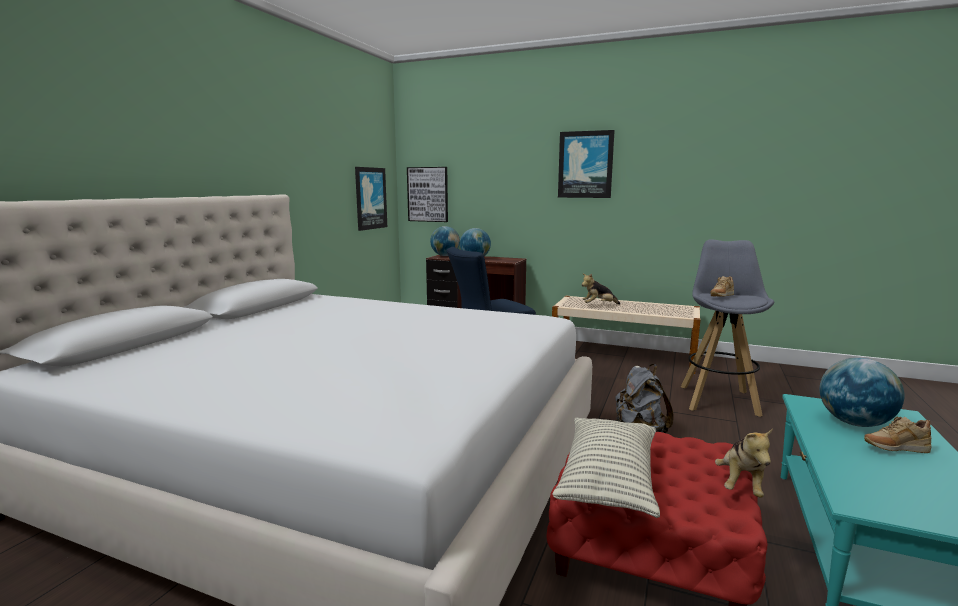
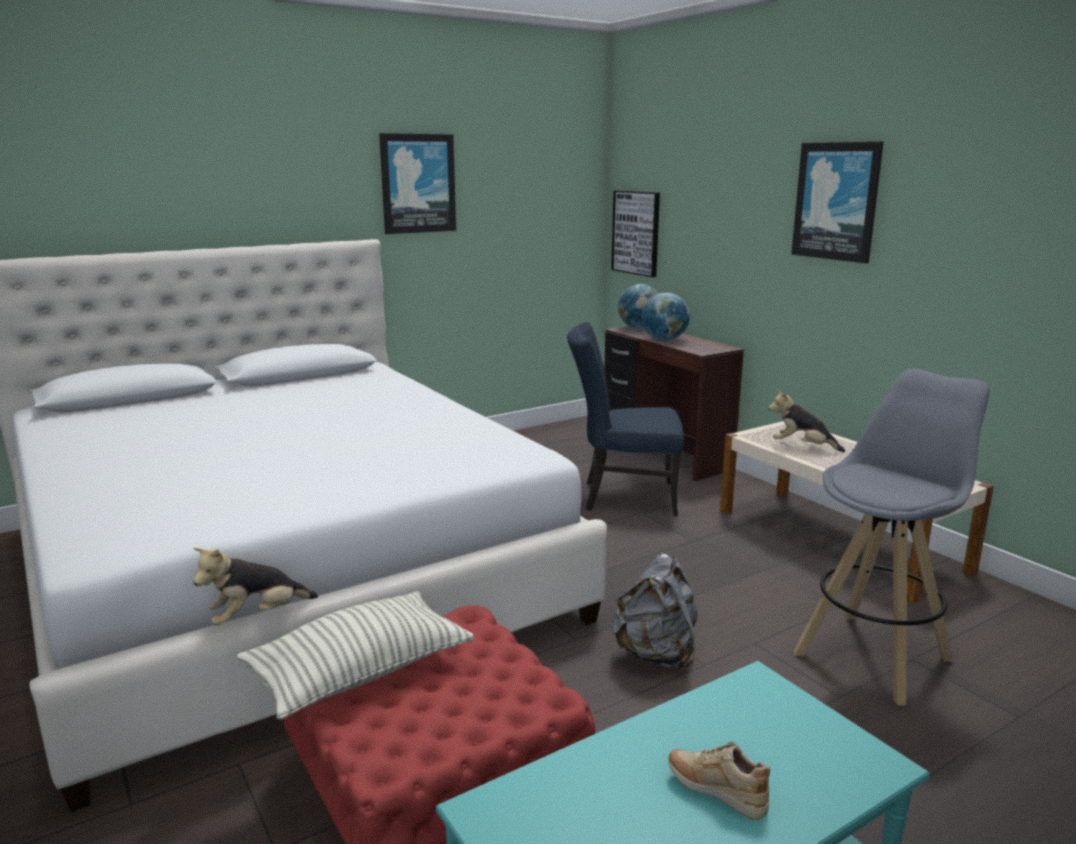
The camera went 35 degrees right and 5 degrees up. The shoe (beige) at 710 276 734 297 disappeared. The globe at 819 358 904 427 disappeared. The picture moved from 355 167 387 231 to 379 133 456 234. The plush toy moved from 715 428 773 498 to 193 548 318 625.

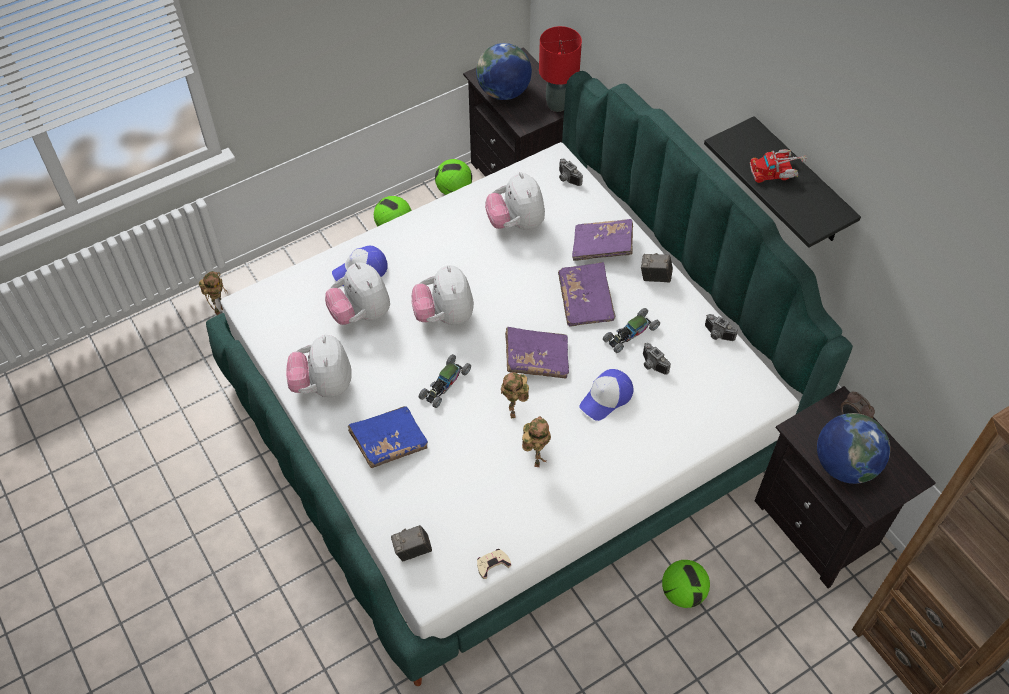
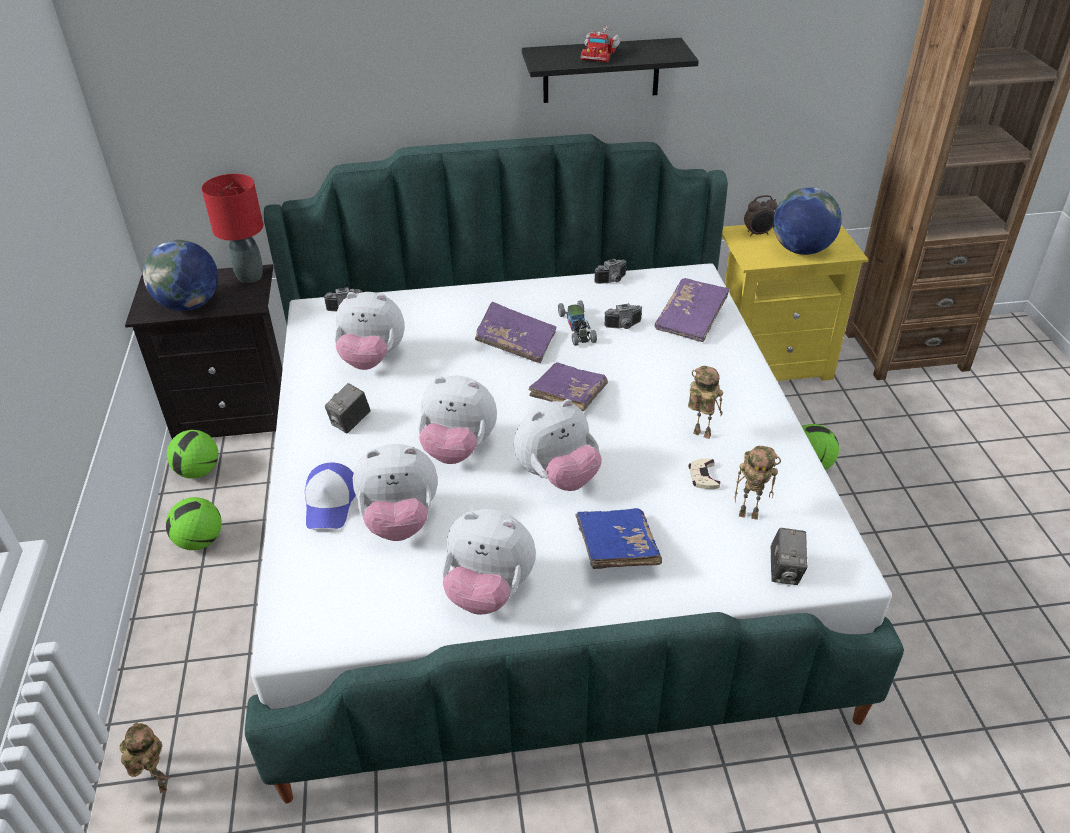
The camera went 65 degrees left and 15 degrees down. The cap at 579 369 634 421 disappeared. The game controller (beige) moved from 477 549 511 579 to 689 458 720 489. The toy robot moved from 501 372 529 418 to 734 446 781 520. The book (purple) moved from 572 219 633 261 to 654 278 730 342. The photo camera moved from 641 253 673 283 to 325 383 371 433. The toy car at 419 354 471 408 was replaced by the plush toy at 514 399 602 491. The nightstand (black) at 755 386 936 588 became the nightstand (yellow) at 722 225 869 381.

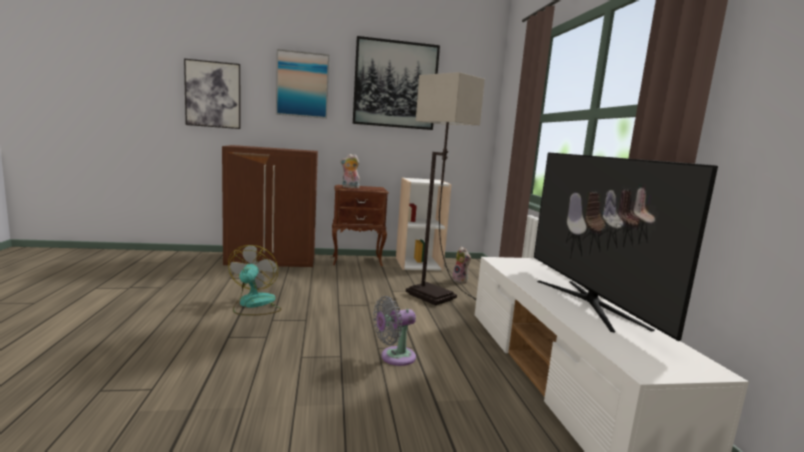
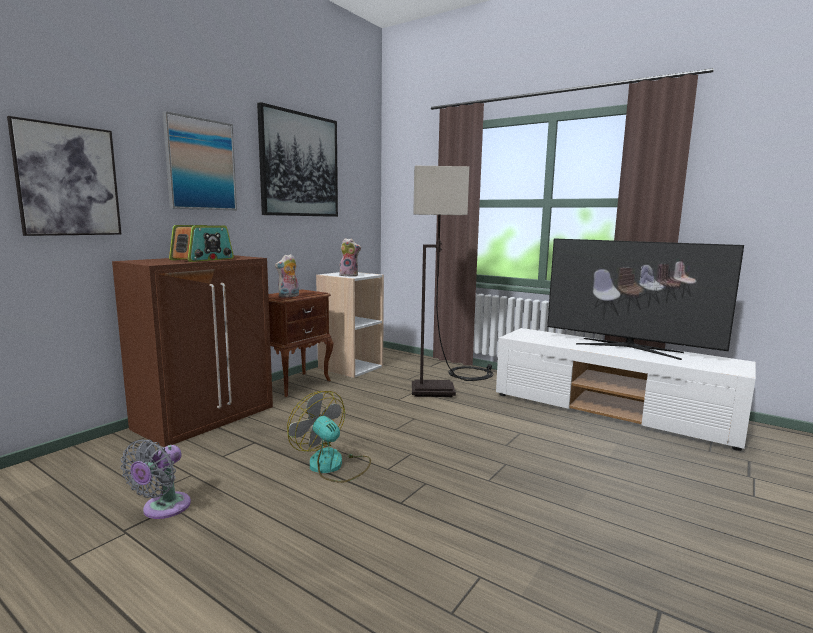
The camera went 45 degrees left and 0 degrees up. The radio at 169 225 234 262 appeared. The fan (grey) moved from 373 296 416 366 to 121 439 191 519. The plush toy moved from 452 246 471 283 to 338 238 361 277.

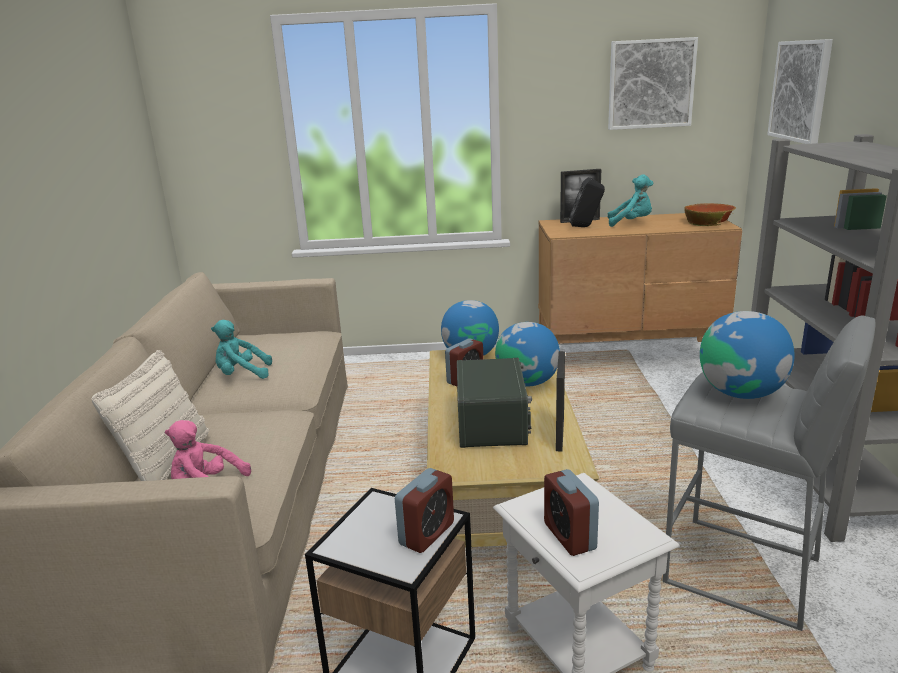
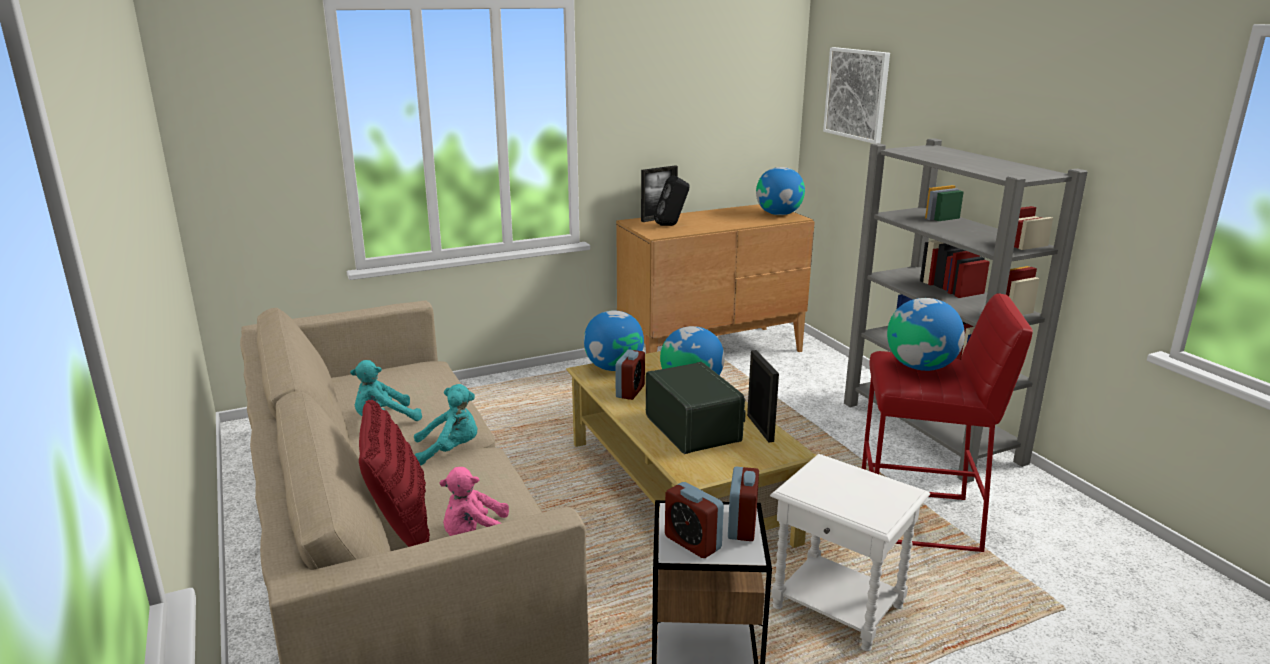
The camera went 25 degrees left and 0 degrees up. The picture at 608 37 698 130 disappeared. The alarm clock moved from 544 469 599 556 to 665 482 724 558. The plush toy (turquoise) moved from 608 174 653 227 to 414 384 477 466. The bowl at 684 203 736 226 was replaced by the globe at 756 167 805 215. The pillow (beige) at 91 350 209 481 became the pillow (red) at 359 400 430 547. The stool (grey) at 663 315 876 631 became the stool (red) at 862 293 1033 552.

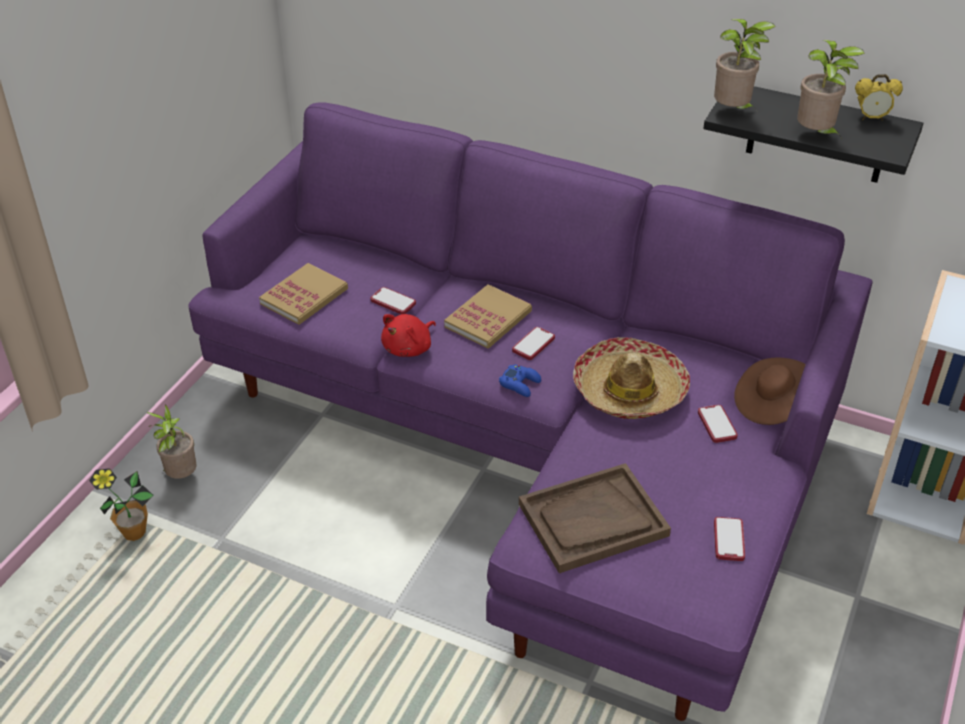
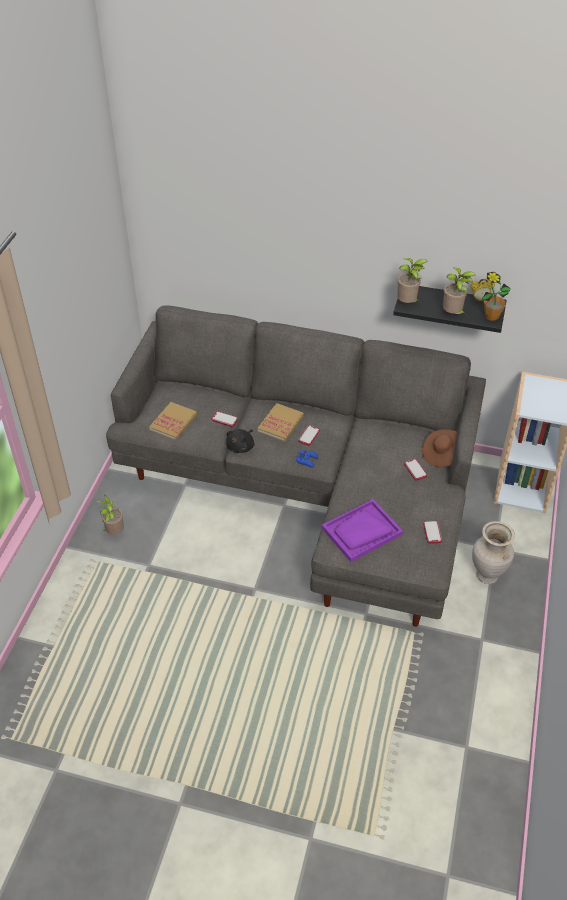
The camera went 10 degrees left and 5 degrees up. The hat at 573 337 690 419 disappeared. The vase (beige) at 472 521 515 584 appeared. The potted plant moved from 89 468 154 541 to 482 272 511 320. The sofa (purple) at 188 103 873 721 became the sofa (grey) at 106 305 486 627. The plush toy (red) at 381 314 436 357 became the plush toy (black) at 226 429 254 453. The tray (brown) at 519 463 671 573 became the tray (purple) at 322 499 403 562.

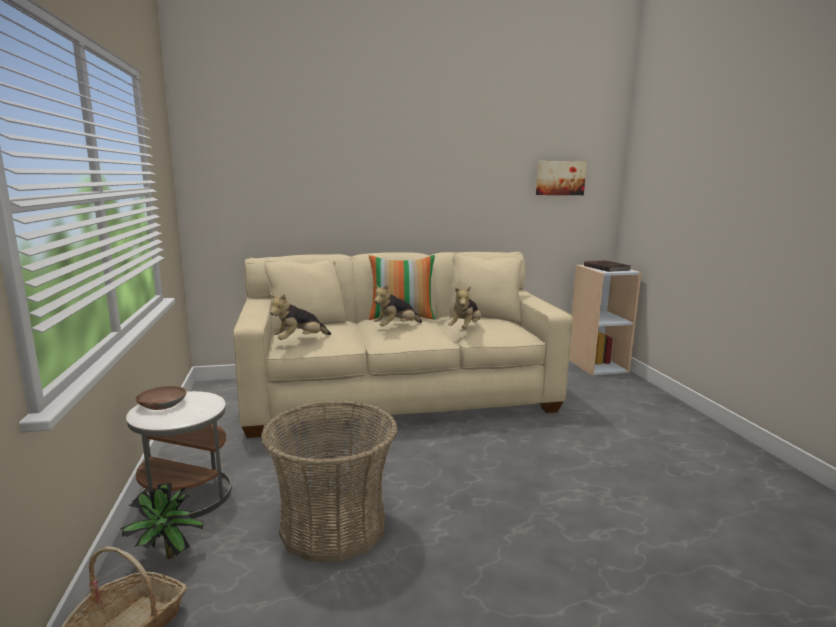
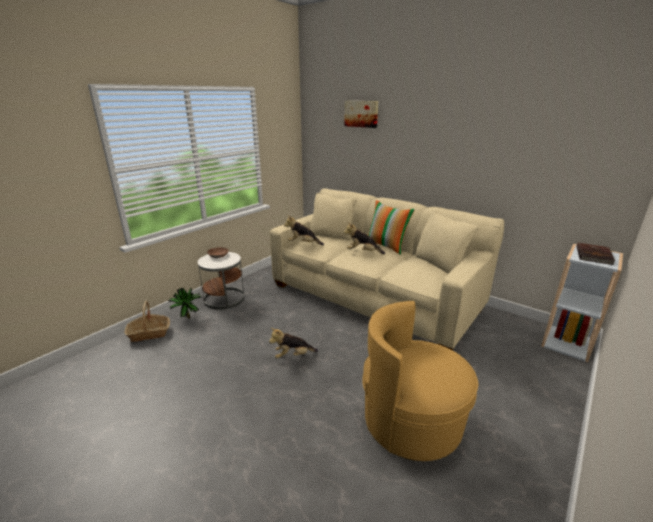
The camera went 50 degrees right and 10 degrees up. The basket at 261 400 398 562 disappeared. The armchair (beige) at 362 301 479 461 appeared. The plush toy moved from 448 286 481 329 to 269 328 318 358. The picture moved from 536 161 587 195 to 344 101 378 128.

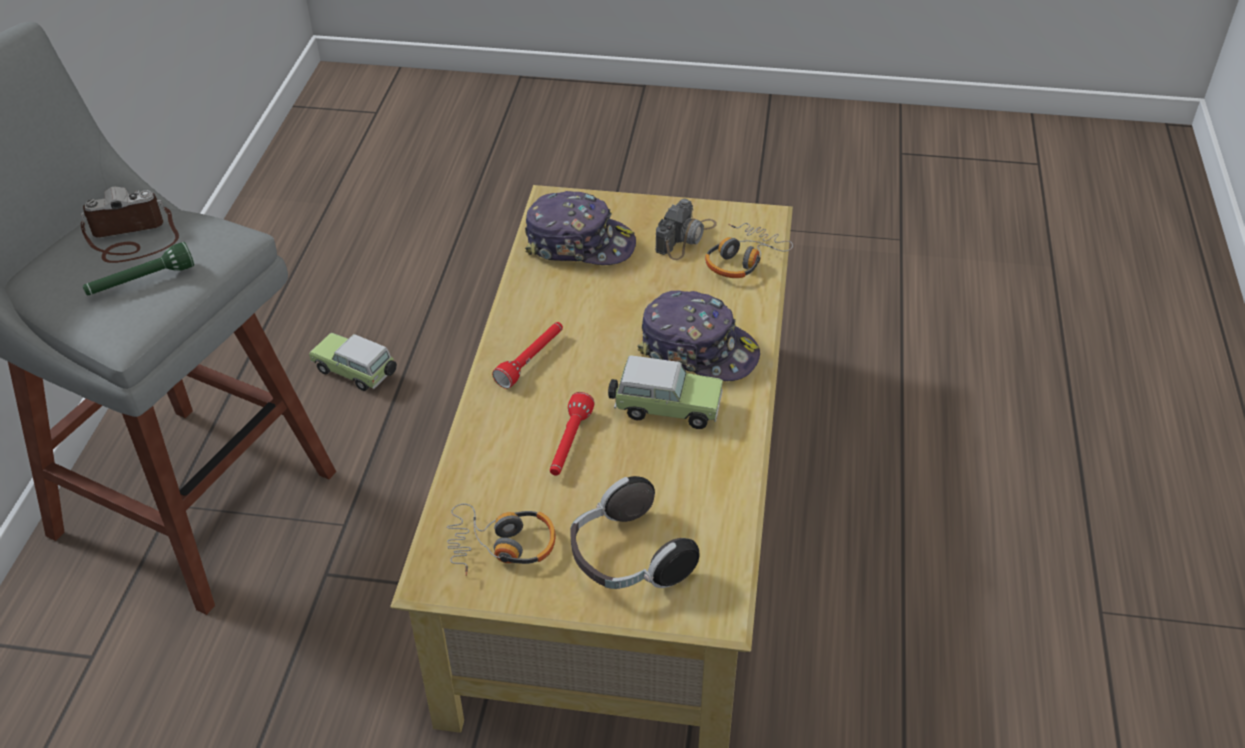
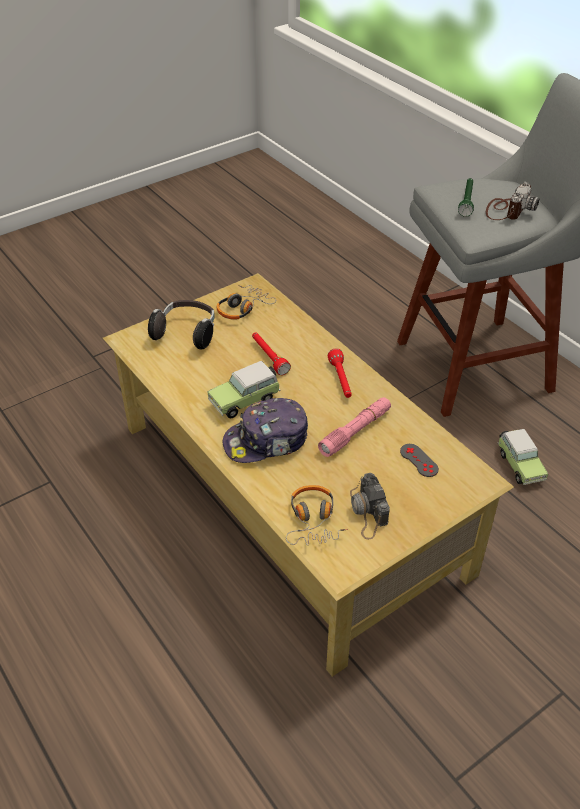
The camera went 135 degrees right and 0 degrees up. The flashlight (pink) at 318 397 391 457 appeared. The cap at 525 191 636 265 was replaced by the game controller (grey) at 400 444 439 477. The toy car at 309 333 397 391 turned 90 degrees clockwise.

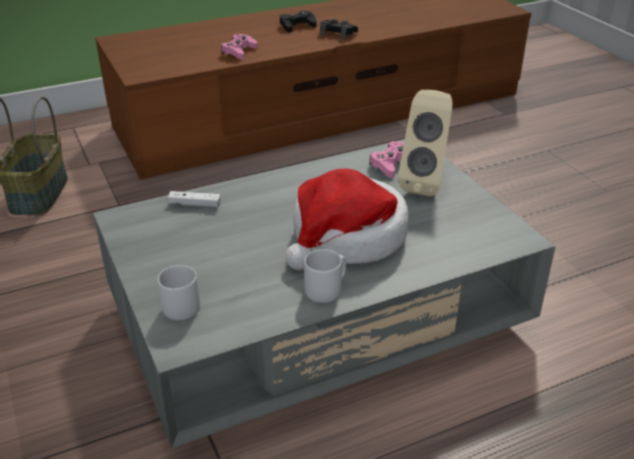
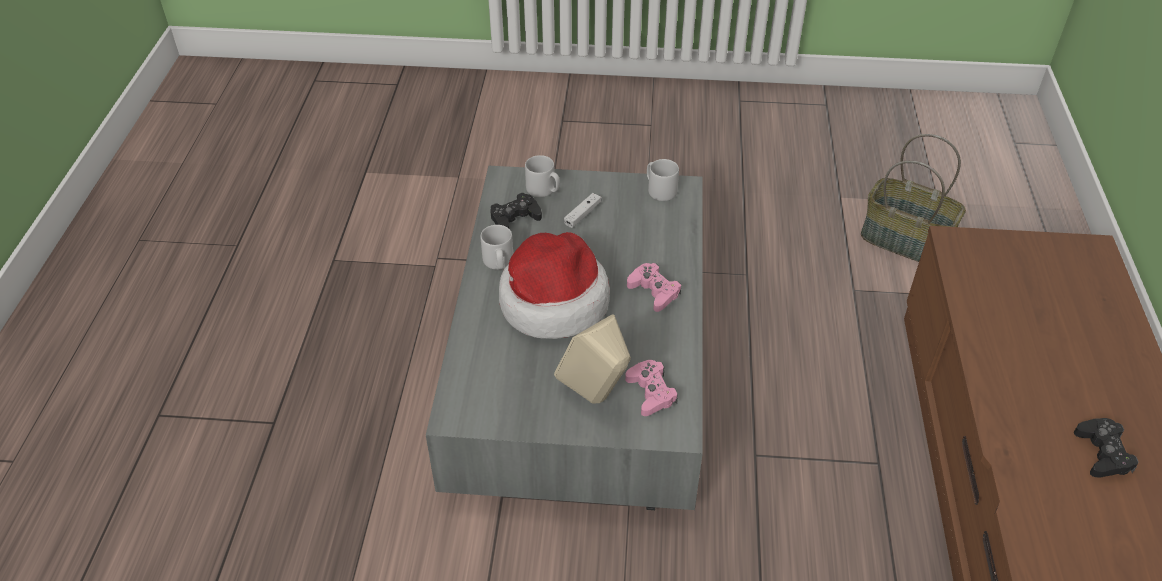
The camera went 120 degrees right and 10 degrees up. The mug (grey) at 647 159 679 201 appeared. The game controller (white) moved from 168 191 221 208 to 564 193 602 228. The game controller (pink) moved from 221 34 258 60 to 627 263 681 312. The game controller (black) moved from 320 18 358 39 to 490 193 542 228.

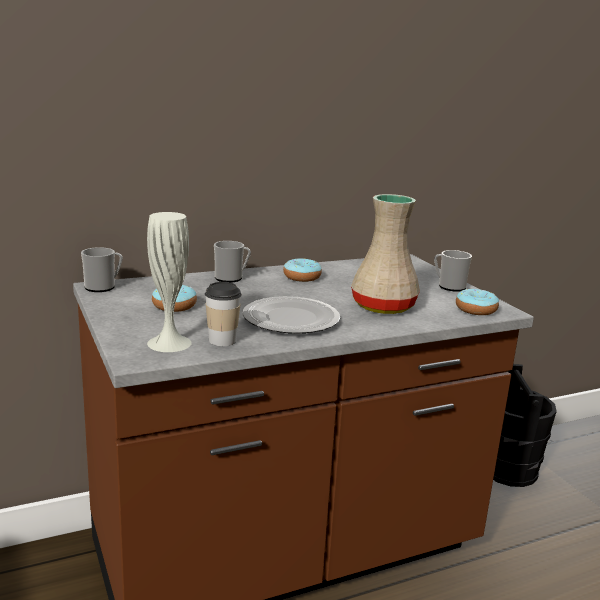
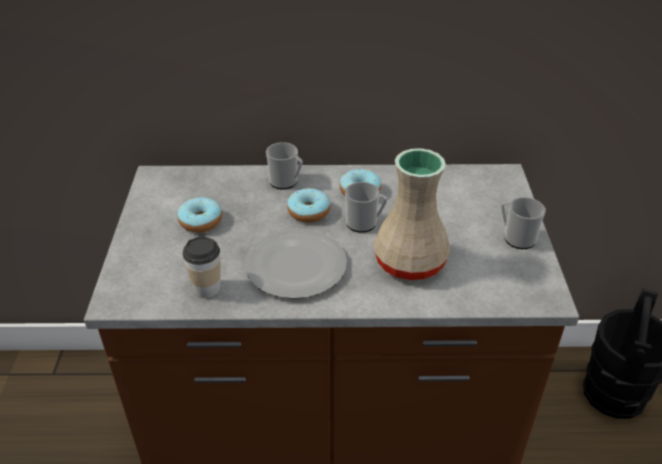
The camera went 25 degrees right and 20 degrees up. The vase (white) at 147 212 192 352 disappeared. The mug moved from 81 247 123 292 to 345 182 387 233. The donut moved from 456 289 499 315 to 287 188 331 223.

